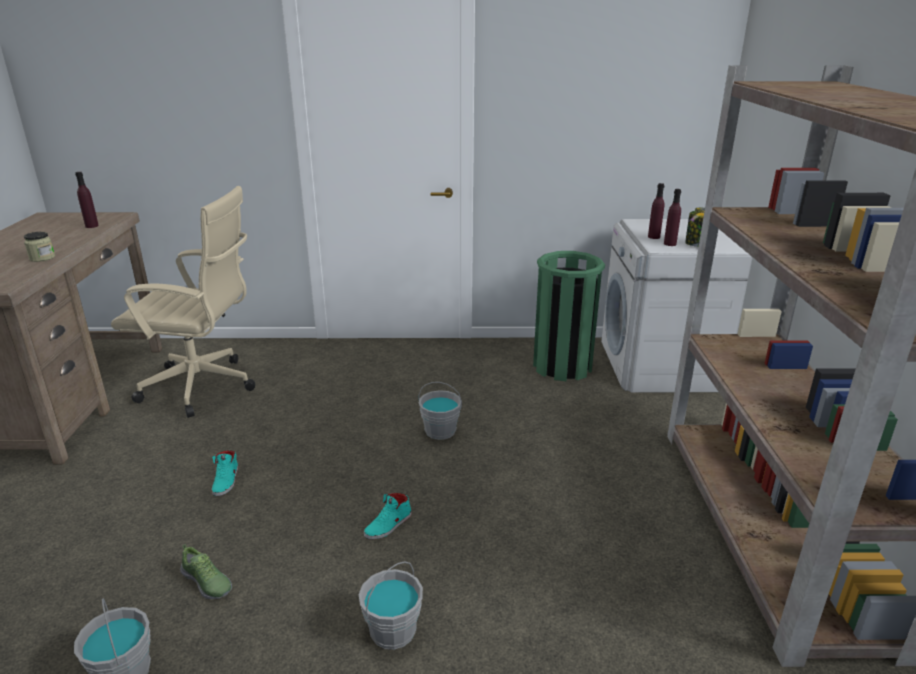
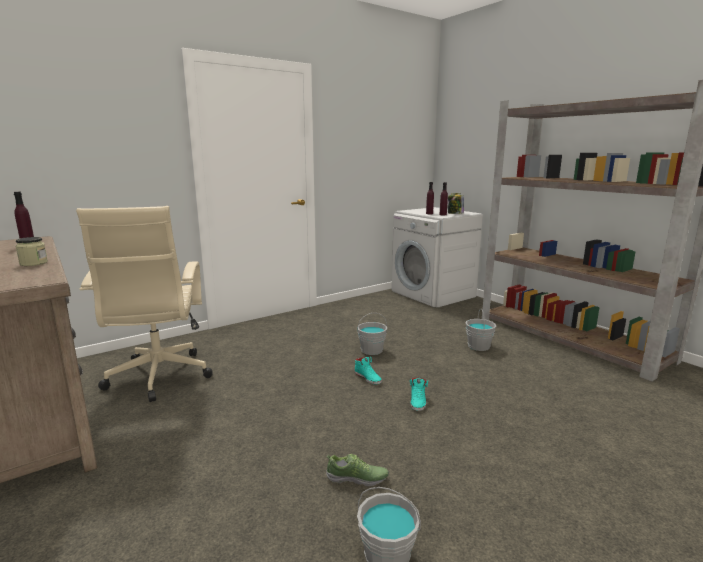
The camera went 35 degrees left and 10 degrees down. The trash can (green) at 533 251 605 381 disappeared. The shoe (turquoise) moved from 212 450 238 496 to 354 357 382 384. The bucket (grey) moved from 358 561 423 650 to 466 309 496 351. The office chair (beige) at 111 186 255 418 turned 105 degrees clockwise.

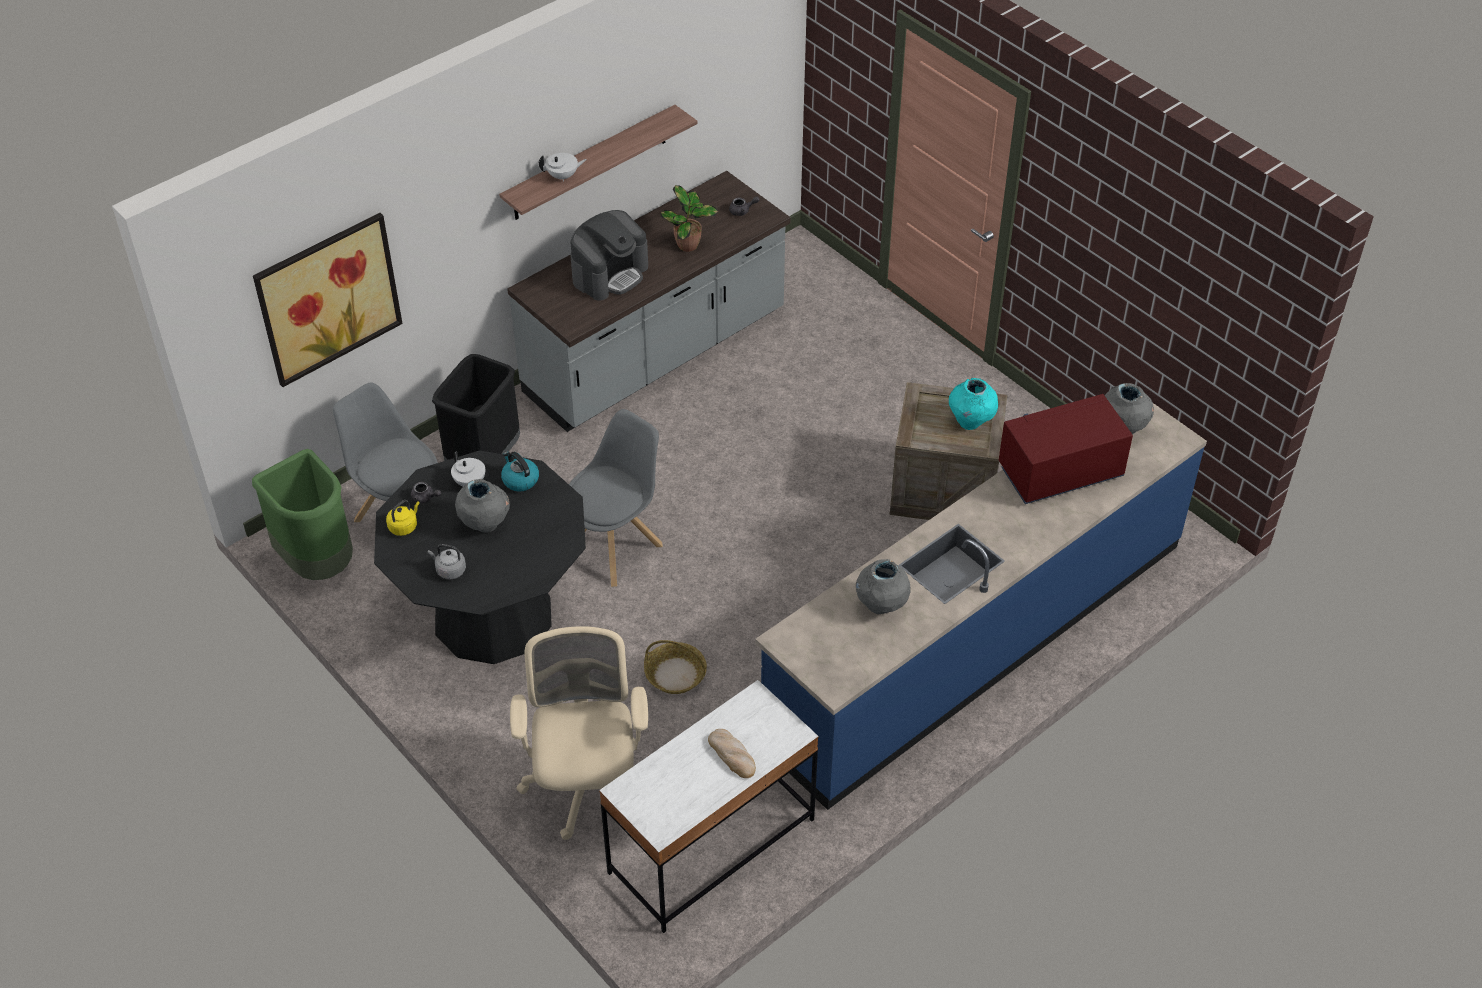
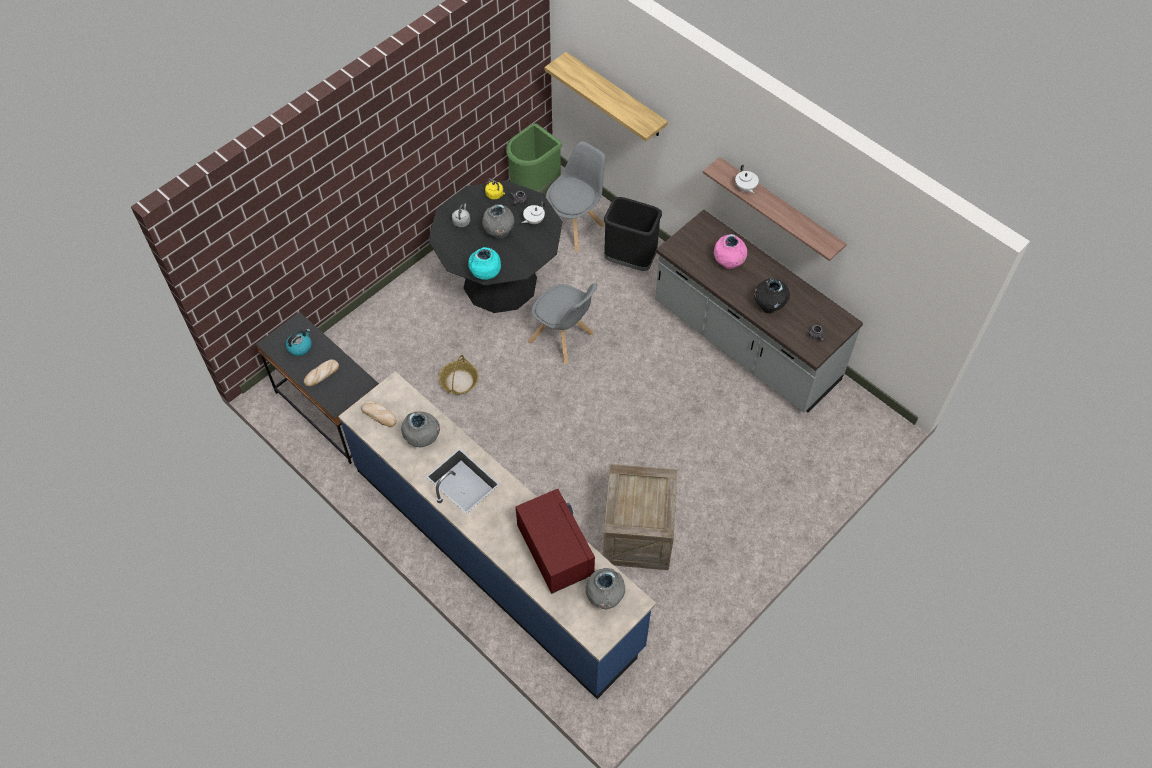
The camera went 85 degrees right and 10 degrees up. The office chair (beige) at 510 626 648 840 disappeared. The bread at 361 401 397 427 appeared. The kettle moved from 501 451 539 491 to 286 329 312 356. The vase (turquoise) moved from 949 378 998 430 to 468 247 501 280. The picture at 253 213 403 387 was replaced by the shelf at 544 52 668 141. The coffee machine at 570 210 648 301 was replaced by the vase (pink) at 714 234 747 269. The potted plant at 660 185 718 252 was replaced by the vase (black) at 754 278 790 313. The desk (white) at 599 680 819 933 became the desk (black) at 256 312 379 464.

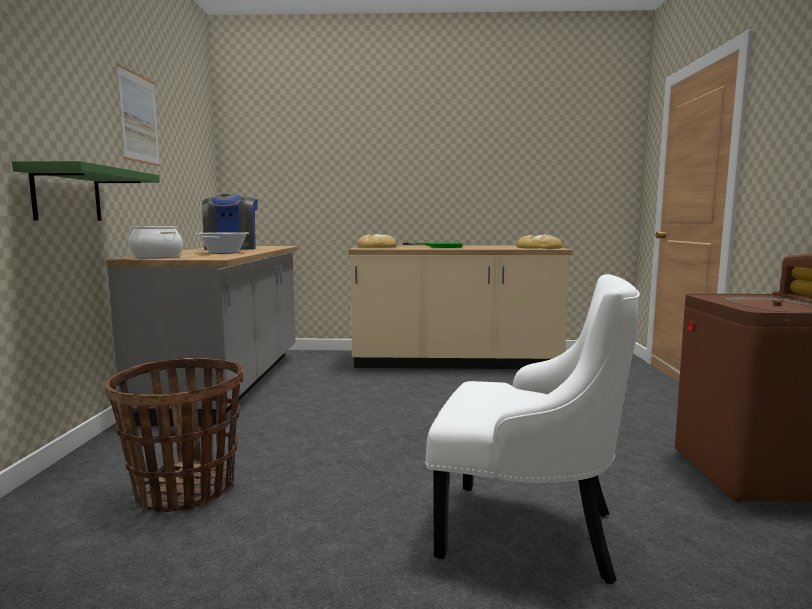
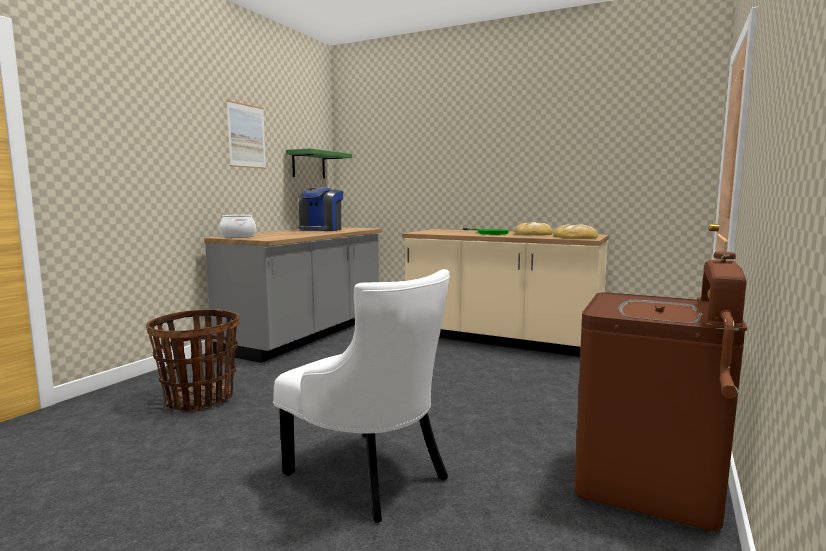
The camera went 25 degrees right and 0 degrees up. The cooking pot at 196 232 249 254 disappeared. The shelf (green) moved from 12 161 160 221 to 286 148 352 179. The bread moved from 357 234 397 248 to 514 222 553 236.

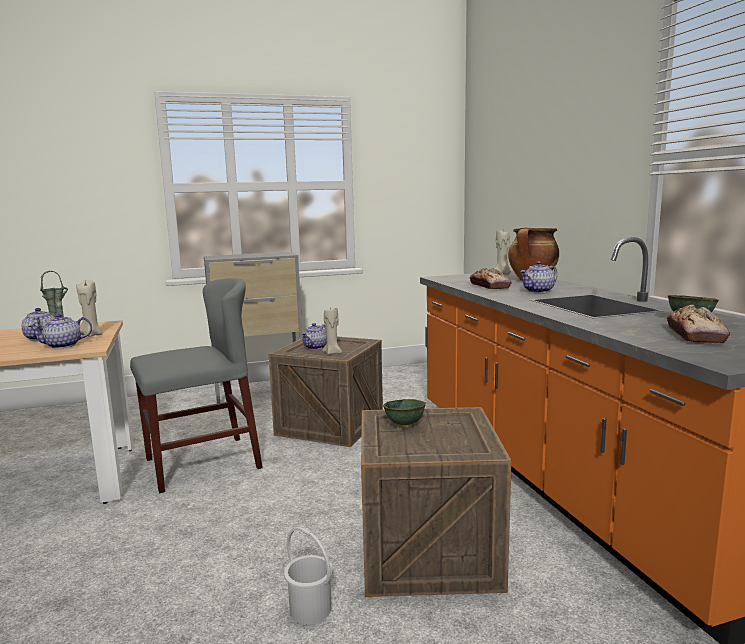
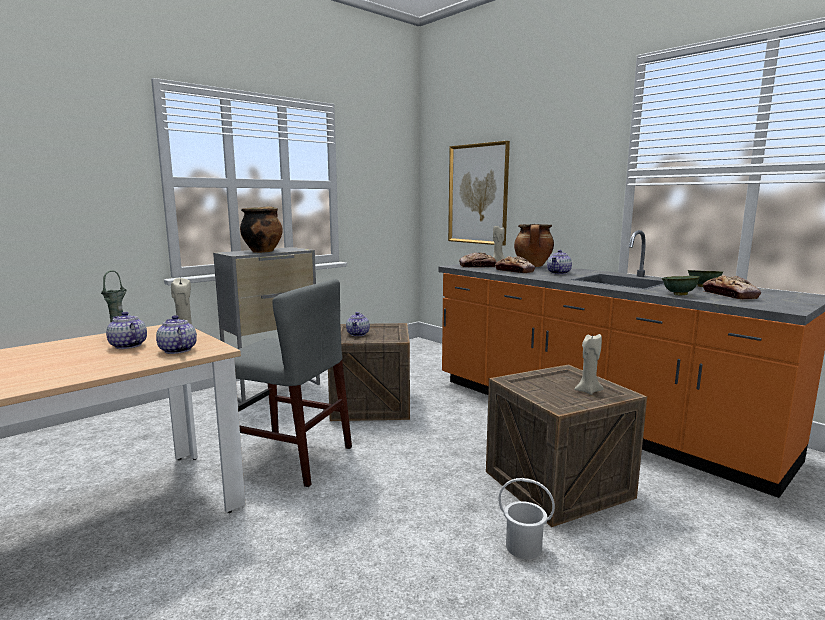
The camera went 25 degrees left and 0 degrees up. The cooking pot at 240 206 283 253 appeared. The picture at 448 141 510 246 appeared. The bread at 459 253 497 268 appeared. The candle (beige) moved from 322 306 342 355 to 574 333 604 395. The bowl (green) moved from 383 399 426 428 to 662 276 700 295. The teapot at 28 314 92 349 turned 105 degrees clockwise. The chair (grey) at 130 278 263 493 turned 75 degrees clockwise.

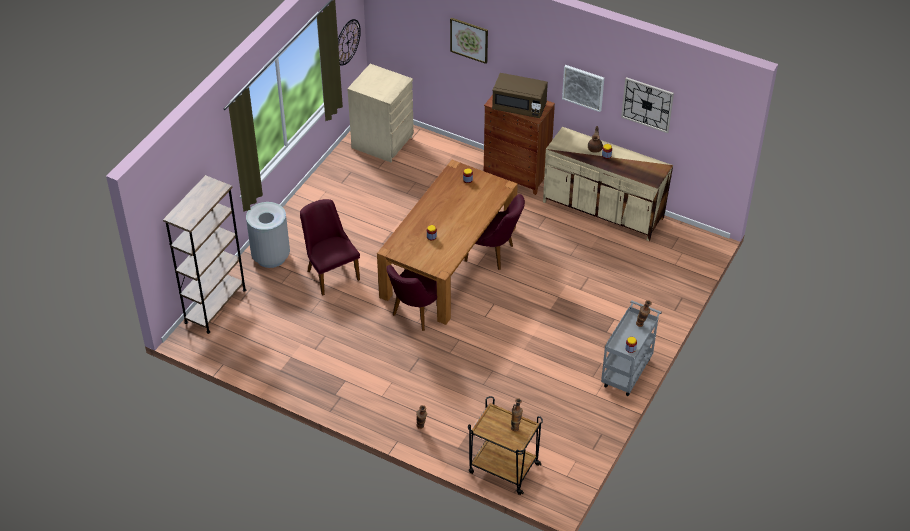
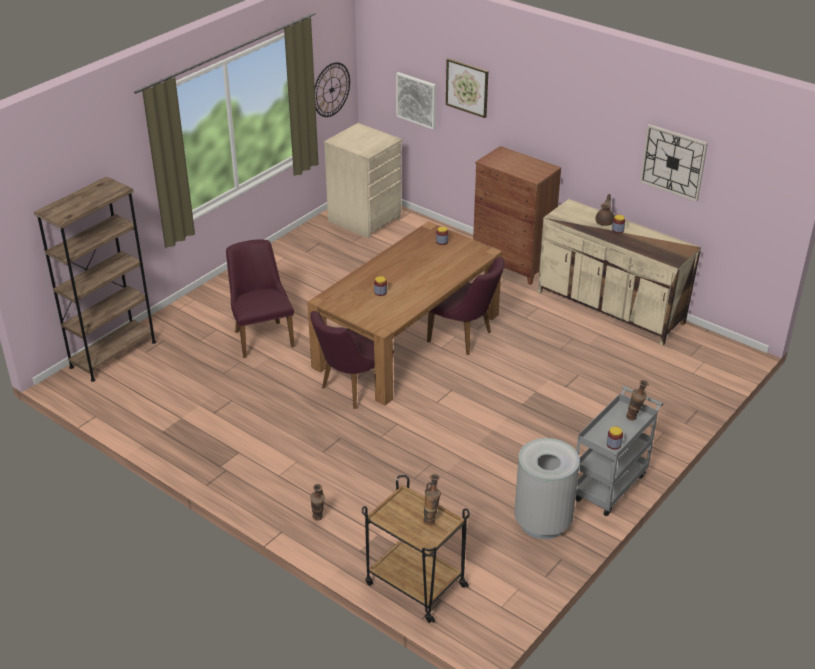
The camera went 10 degrees right and 10 degrees down. The microwave (brown) at 492 73 548 118 disappeared. The trash can (grey) moved from 246 202 290 268 to 514 438 580 539. The picture moved from 562 65 604 112 to 396 72 436 130.

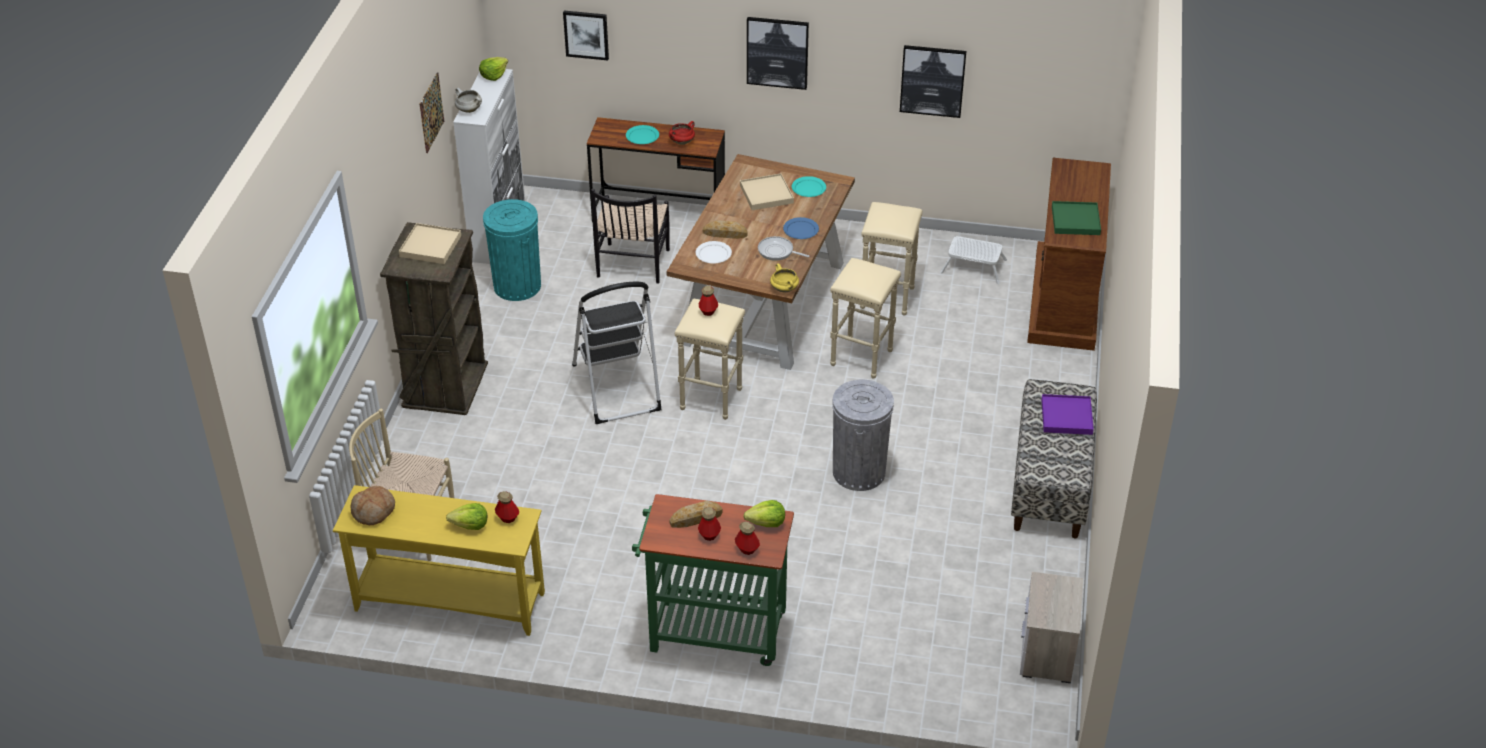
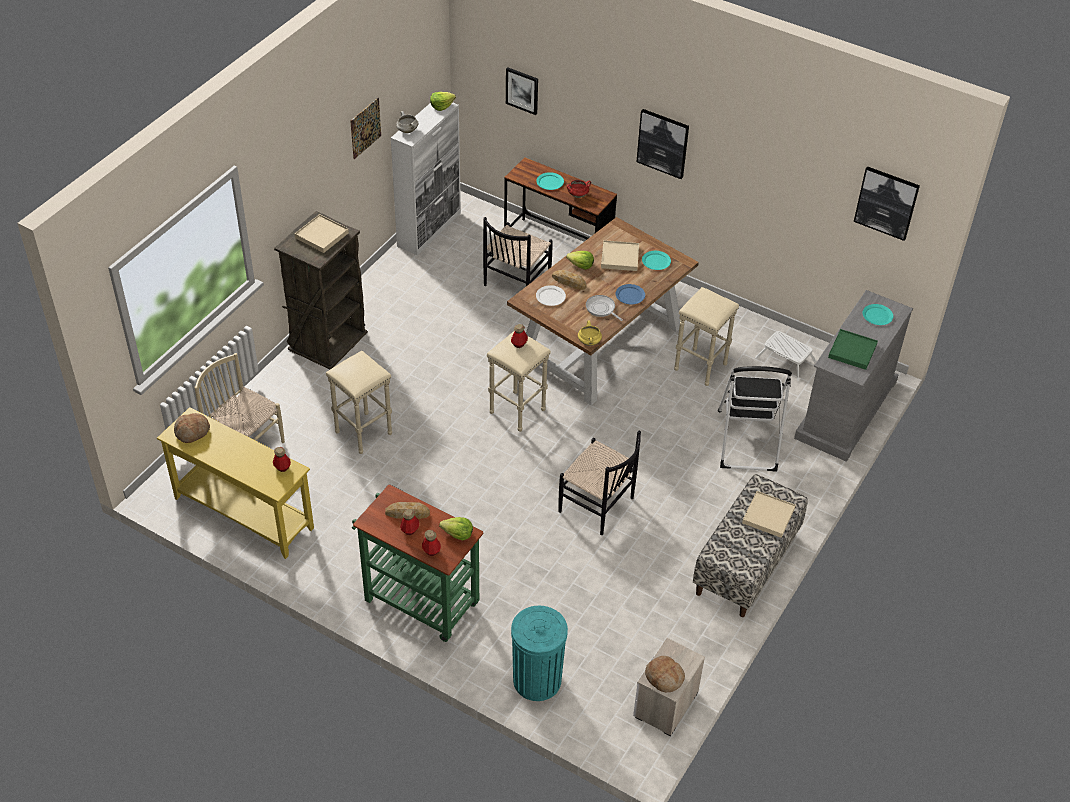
The camera went 20 degrees right and 5 degrees up. The bread at 645 656 685 692 appeared. The plate (turquoise) at 863 304 893 325 appeared. The lettuce moved from 446 503 487 530 to 566 251 594 270. The trash can (turquoise) moved from 483 199 541 301 to 511 606 568 701. The step ladder moved from 572 282 661 424 to 718 366 792 471. The stool (beige) moved from 830 258 901 379 to 326 351 392 454. The picture moved from 900 45 966 118 to 854 166 920 241. The trash can (grey) at 832 380 894 491 was replaced by the chair (black) at 558 430 641 535. The dresser (brown) at 1027 158 1111 351 became the dresser (grey) at 794 290 913 462. The tray (purple) at 1041 394 1094 435 became the tray (beige) at 742 491 796 538.

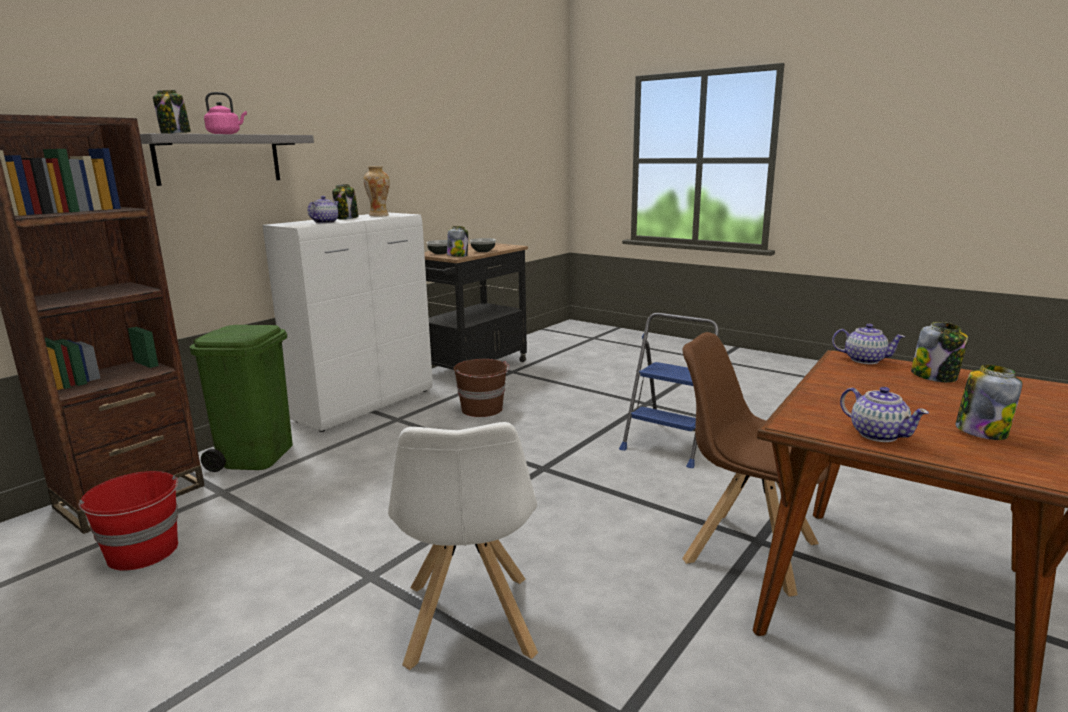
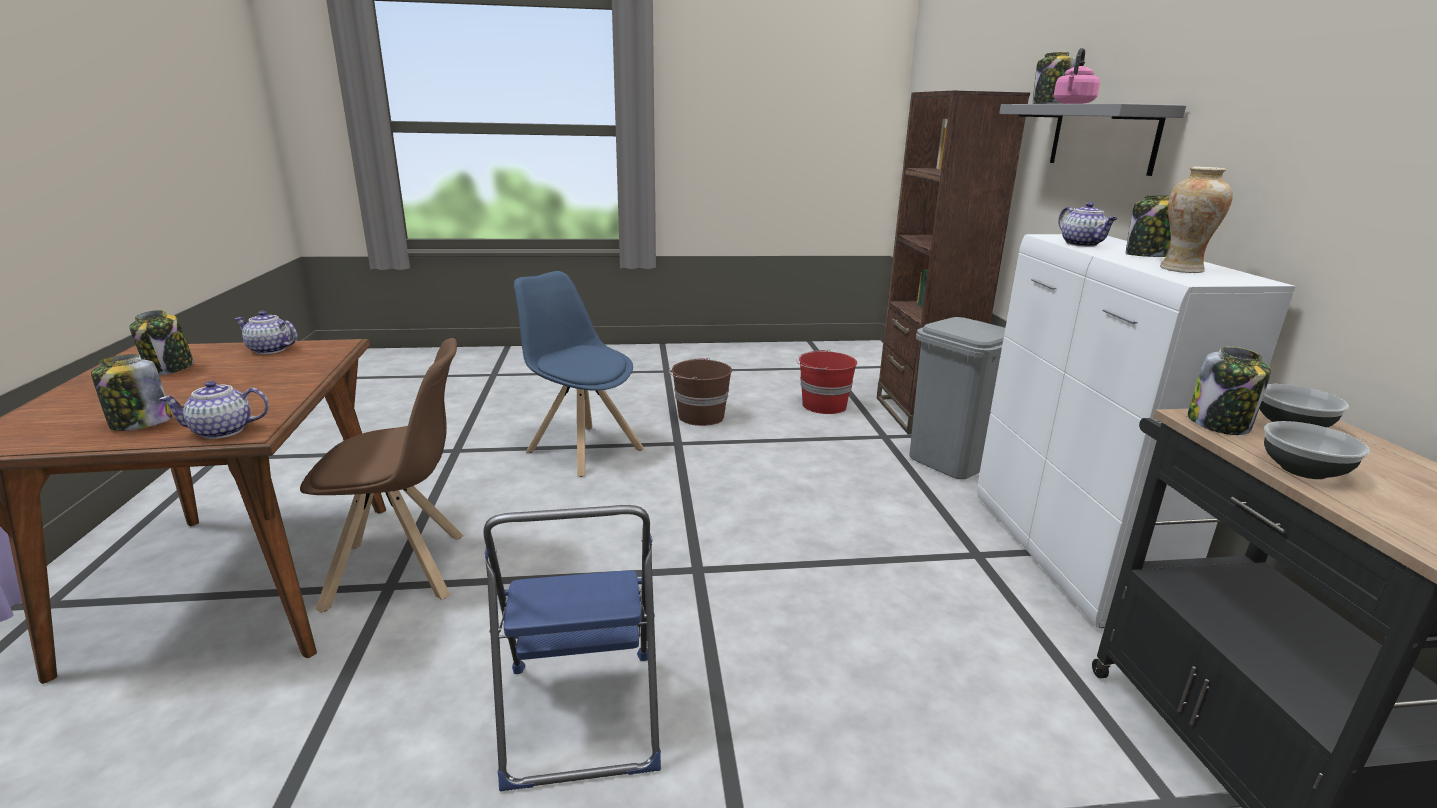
The camera went 135 degrees right and 5 degrees up. The bucket (brown) moved from 454 359 509 417 to 669 358 732 426. The trash can (green) at 190 325 293 472 became the trash can (grey) at 909 317 1005 479. The chair (white) at 388 422 538 670 became the chair (blue) at 514 271 644 477.

